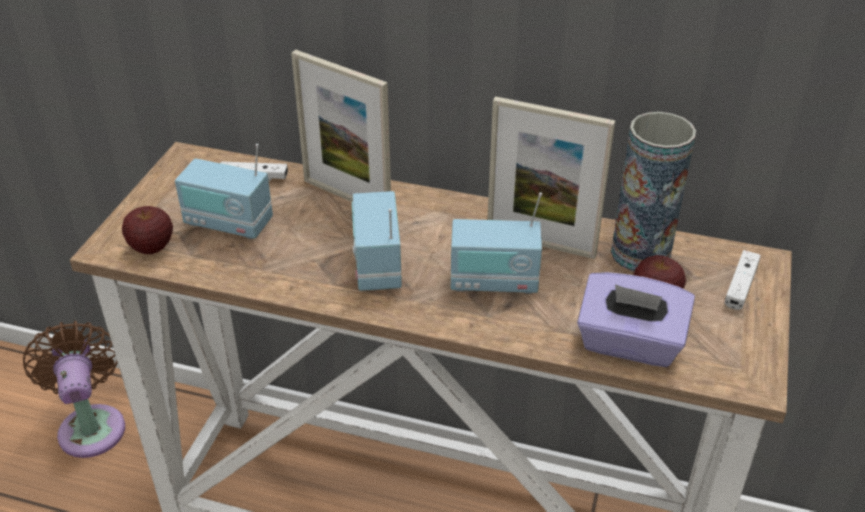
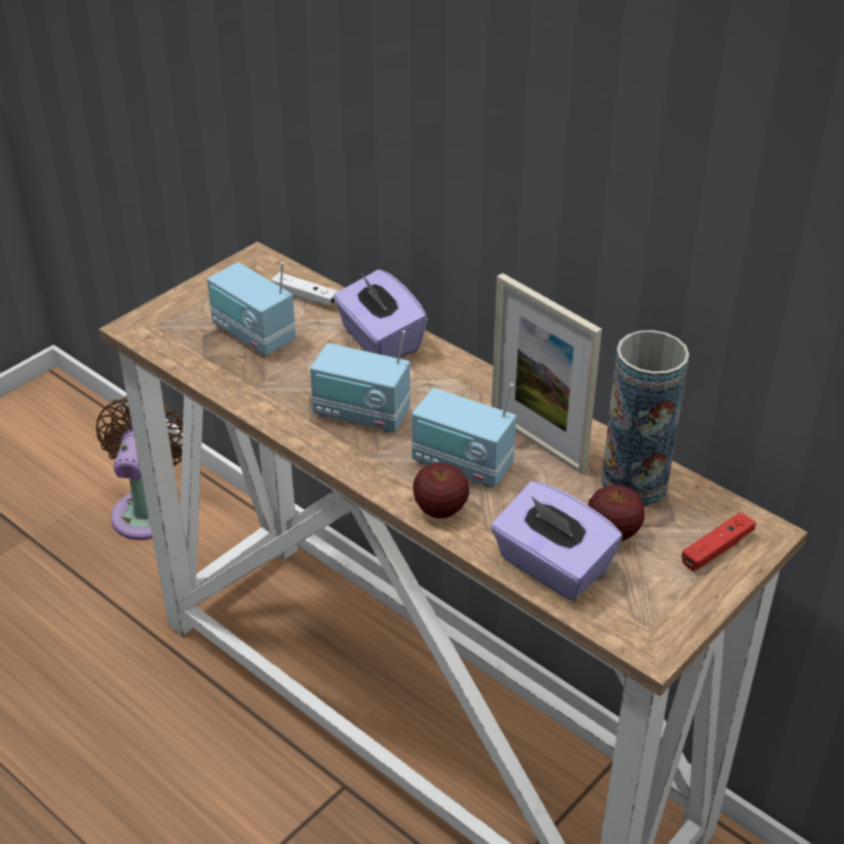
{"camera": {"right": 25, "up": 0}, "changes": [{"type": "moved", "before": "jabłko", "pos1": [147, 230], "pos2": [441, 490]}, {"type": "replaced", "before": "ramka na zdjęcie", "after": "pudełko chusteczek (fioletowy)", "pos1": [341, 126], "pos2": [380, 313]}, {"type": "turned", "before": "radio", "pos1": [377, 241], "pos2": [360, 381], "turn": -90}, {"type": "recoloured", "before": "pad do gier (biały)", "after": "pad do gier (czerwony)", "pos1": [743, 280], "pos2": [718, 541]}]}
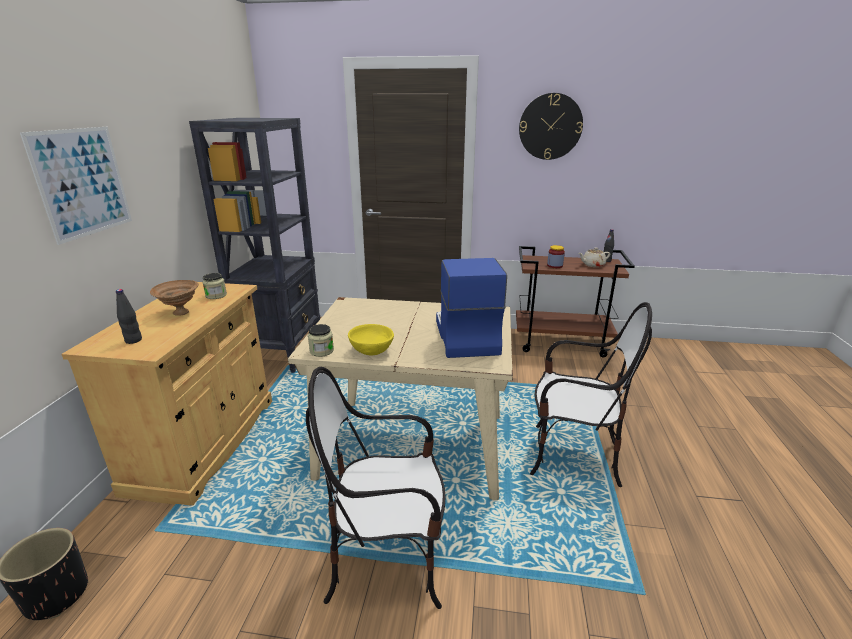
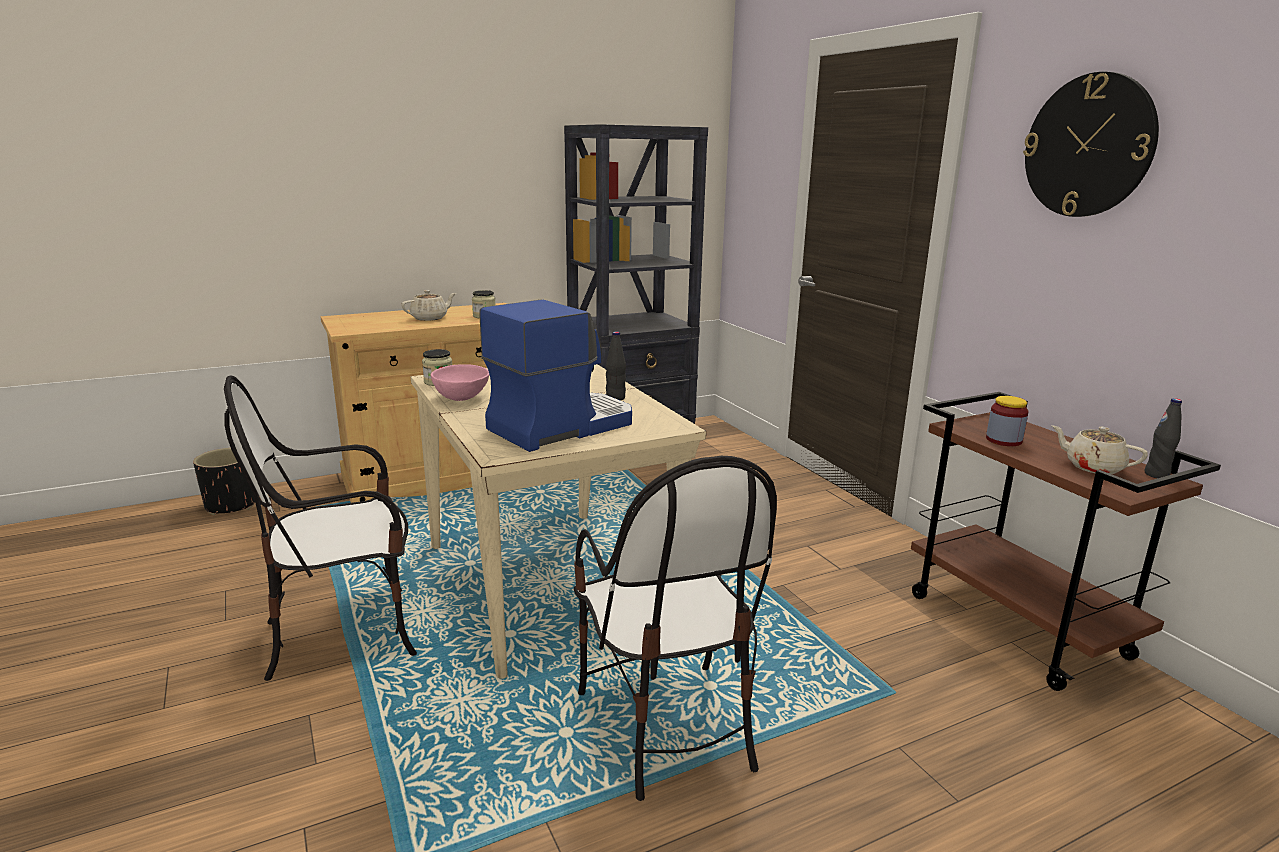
{"camera": {"right": 55, "up": -5}, "changes": [{"type": "removed", "before": "obraz", "pos1": [76, 186]}, {"type": "moved", "before": "butelka (czarny)", "pos1": [129, 316], "pos2": [616, 365]}, {"type": "replaced", "before": "miska (brązowy)", "after": "imbryk (beżowy)", "pos1": [174, 298], "pos2": [428, 305]}, {"type": "turned", "before": "krzesło", "pos1": [376, 488], "pos2": [320, 528], "turn": -75}, {"type": "recoloured", "before": "miska (żółty)", "after": "miska (różowy)", "pos1": [371, 339], "pos2": [460, 382]}]}
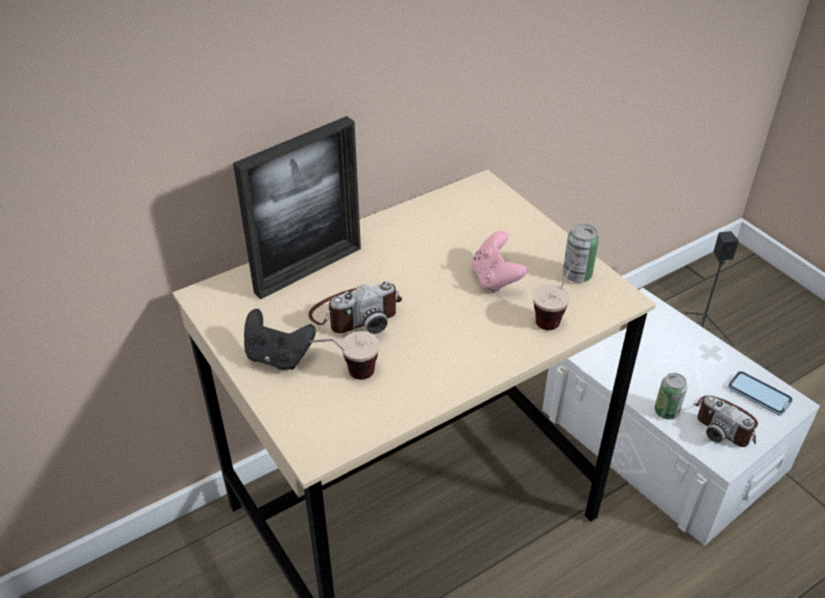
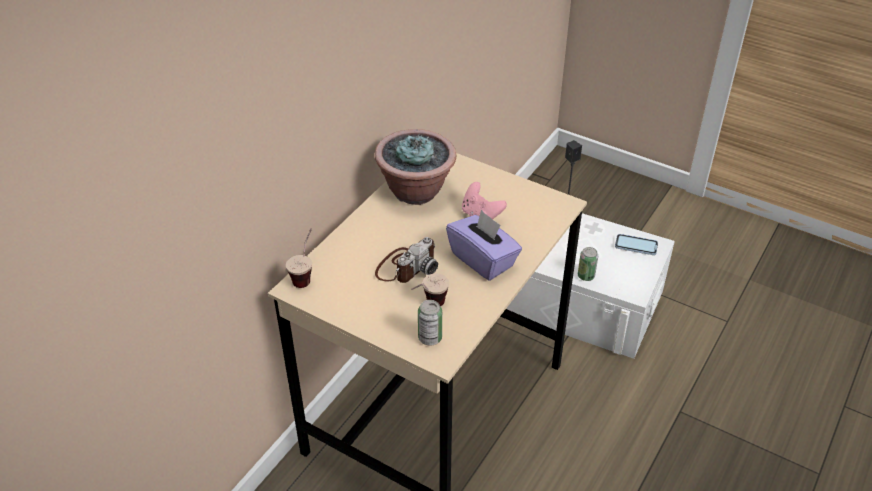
{"camera": {"right": -25, "up": 0}, "changes": [{"type": "removed", "before": "ramka na zdjęcie", "pos1": [297, 207]}, {"type": "removed", "before": "pad do gier (czarny)", "pos1": [280, 339]}, {"type": "moved", "before": "filiżanka", "pos1": [558, 292], "pos2": [299, 258]}, {"type": "moved", "before": "puszka", "pos1": [581, 253], "pos2": [430, 323]}, {"type": "removed", "before": "aparat fotograficzny", "pos1": [726, 421]}, {"type": "added", "after": "roślina doniczkowa", "pos2": [416, 167]}, {"type": "added", "after": "pudełko chusteczek (fioletowy)", "pos2": [484, 245]}]}
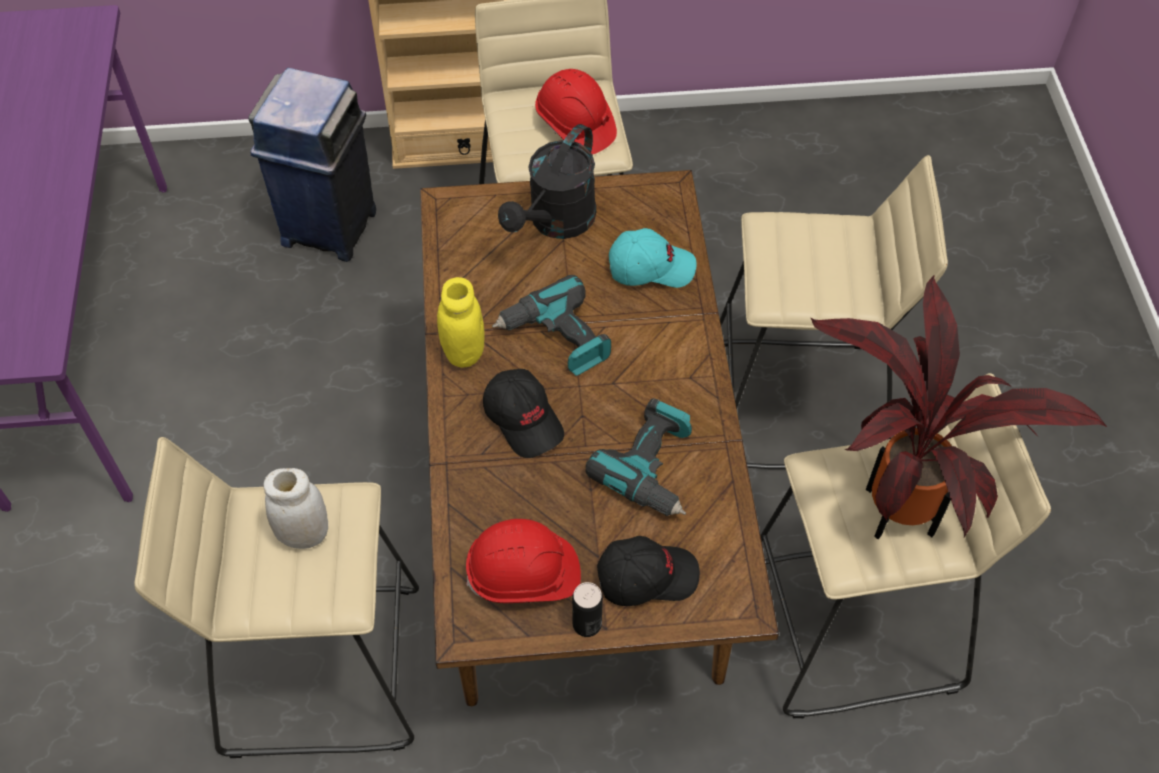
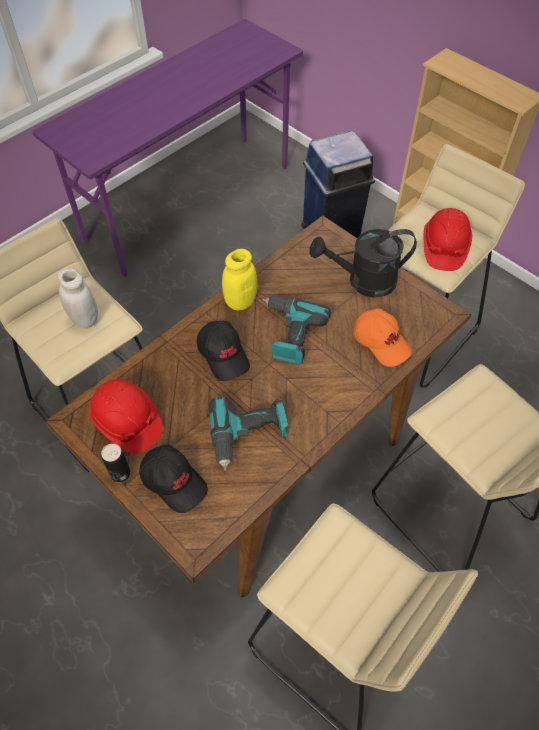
{"camera": {"right": 50, "up": 0}, "changes": [{"type": "turned", "before": "czapka z daszkiem (czarny)", "pos1": [523, 413], "pos2": [223, 351], "turn": -45}, {"type": "recoloured", "before": "czapka z daszkiem (turkusowy)", "after": "czapka z daszkiem (pomarańczowy)", "pos1": [653, 258], "pos2": [382, 337]}, {"type": "removed", "before": "roślina doniczkowa", "pos1": [959, 406]}]}
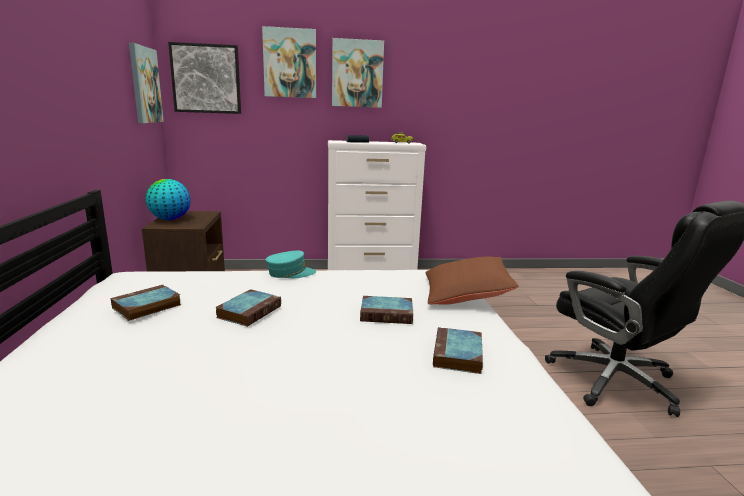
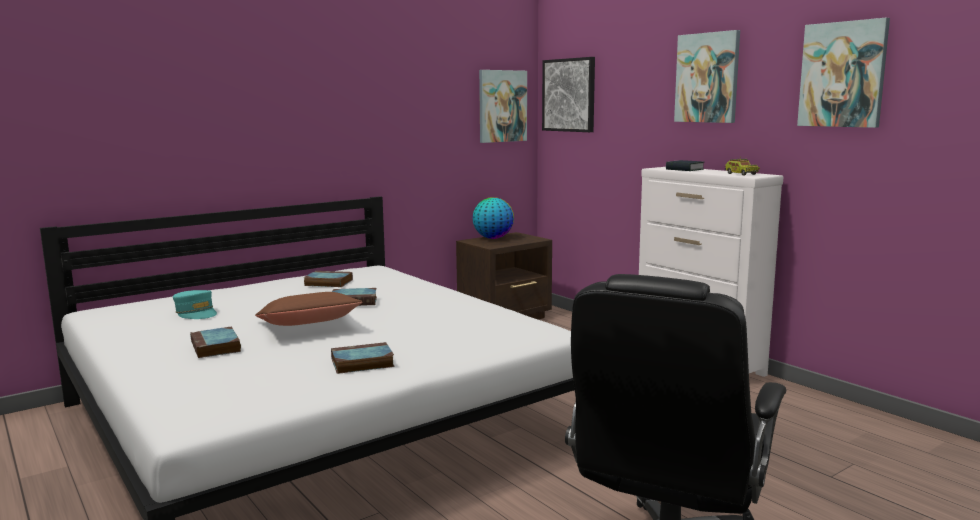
{"camera": {"right": 60, "up": -5}, "changes": [{"type": "moved", "before": "obraz", "pos1": [289, 62], "pos2": [843, 73]}, {"type": "moved", "before": "czapka z daszkiem (turkusowy)", "pos1": [291, 264], "pos2": [195, 304]}, {"type": "moved", "before": "książka", "pos1": [386, 310], "pos2": [215, 342]}, {"type": "moved", "before": "poduszka (brązowy)", "pos1": [472, 281], "pos2": [309, 309]}]}
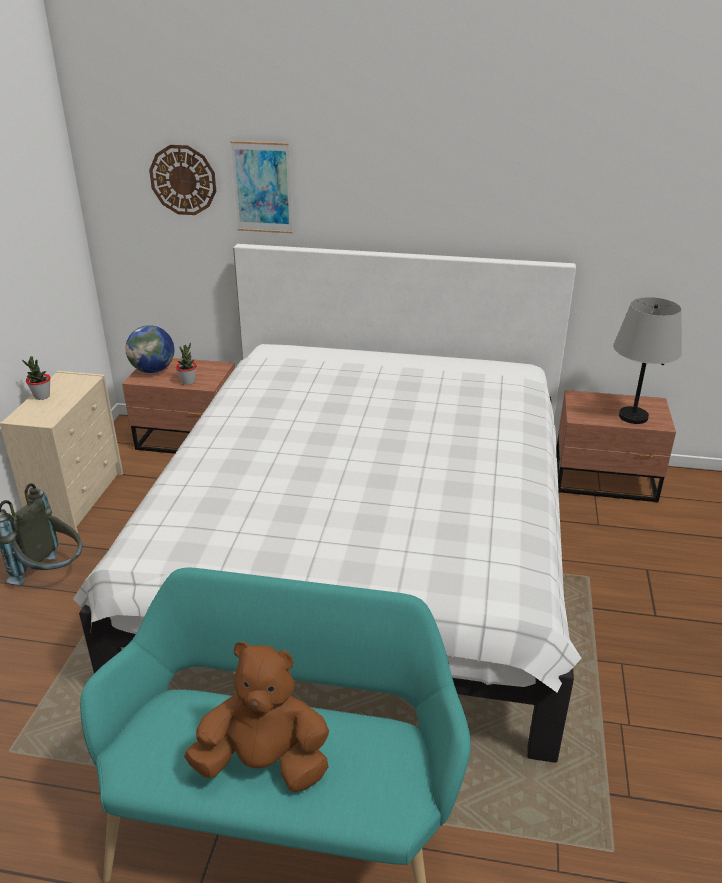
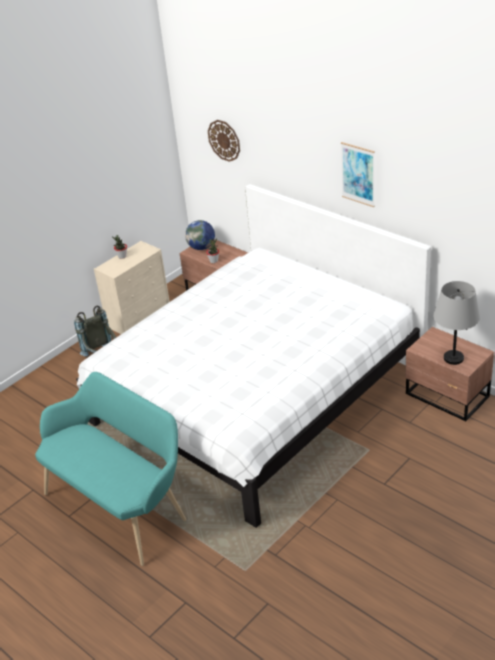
{"camera": {"right": 35, "up": 5}, "changes": [{"type": "removed", "before": "pluszak (brązowy)", "pos1": [256, 717]}, {"type": "moved", "before": "obraz", "pos1": [262, 187], "pos2": [358, 174]}]}
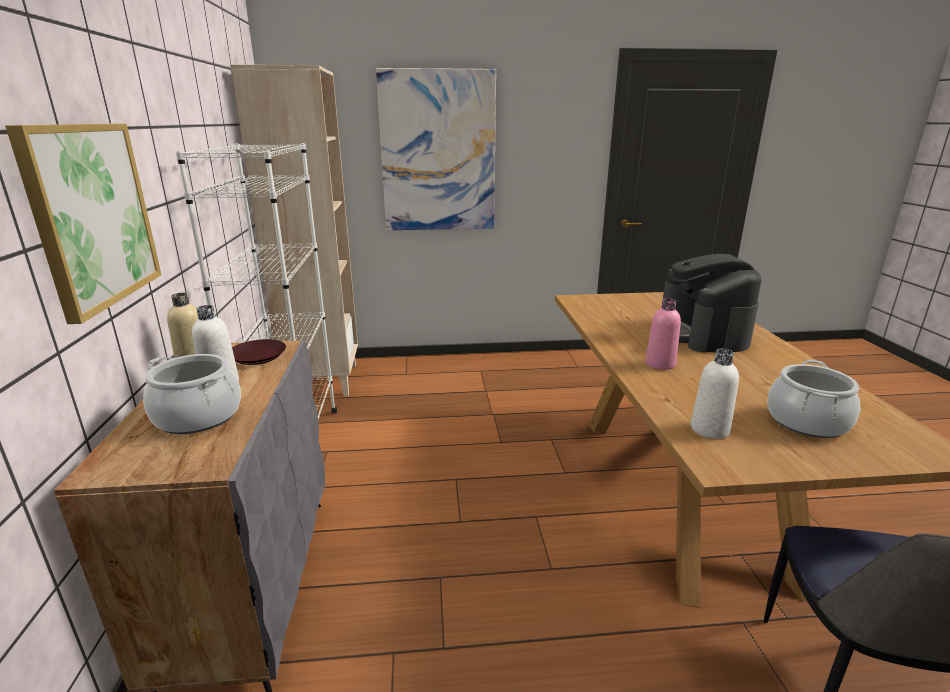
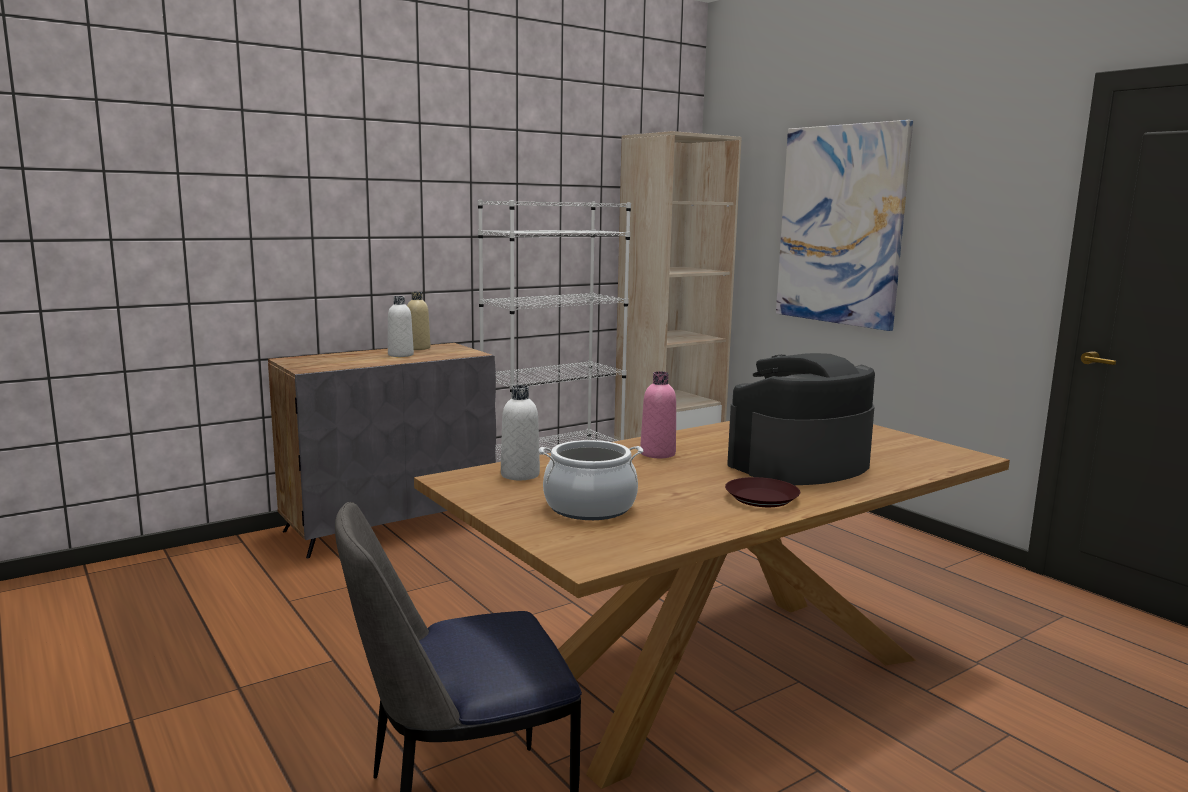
{"camera": {"right": 60, "up": -10}, "changes": [{"type": "removed", "before": "obraz", "pos1": [83, 224]}, {"type": "removed", "before": "garnek", "pos1": [192, 394]}, {"type": "moved", "before": "talerz (brązowy)", "pos1": [259, 352], "pos2": [762, 492]}]}
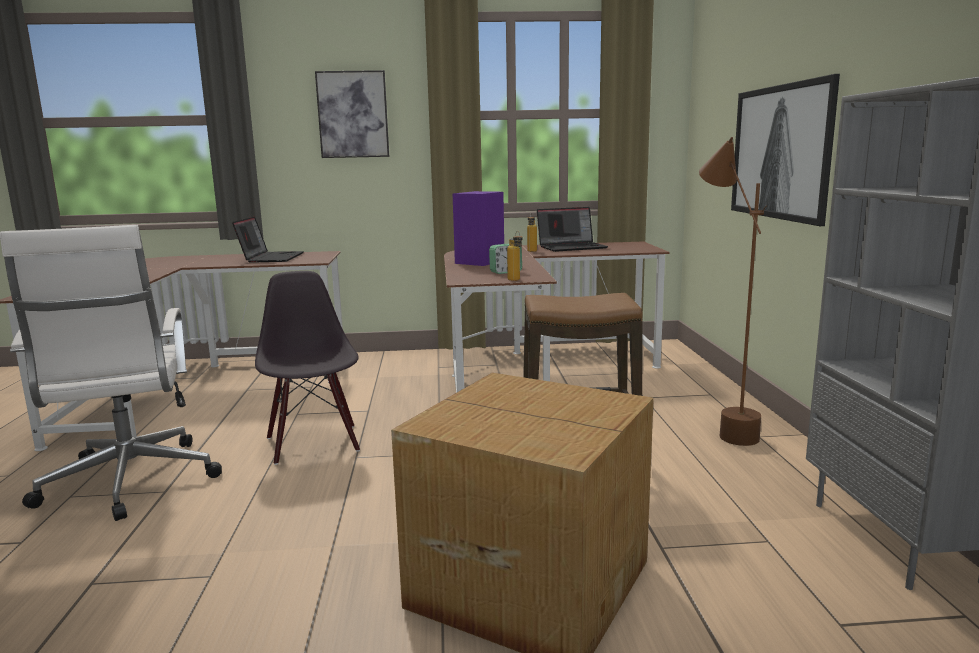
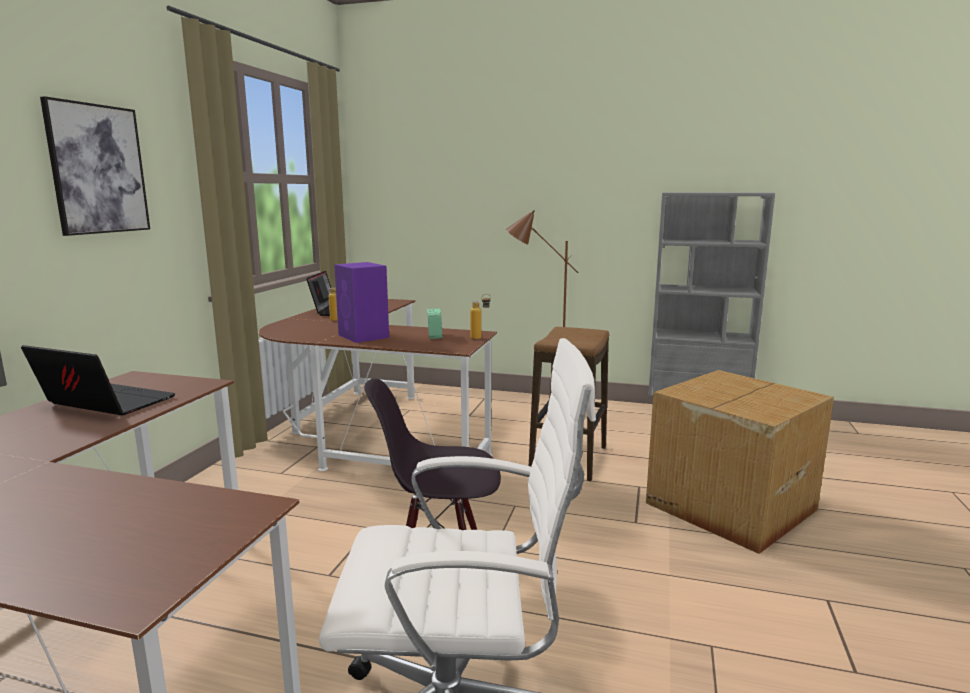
{"camera": {"right": -70, "up": 0}, "changes": [{"type": "removed", "before": "obraz", "pos1": [785, 150]}]}
